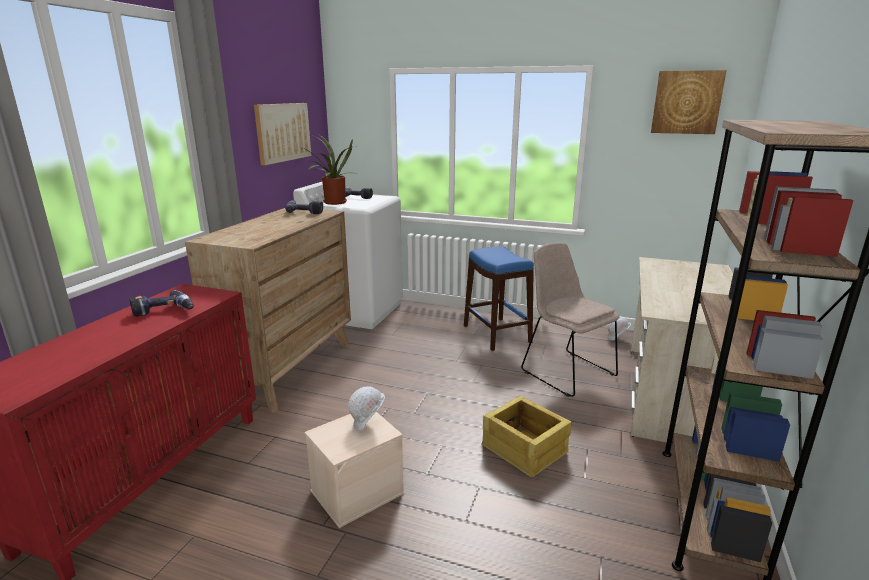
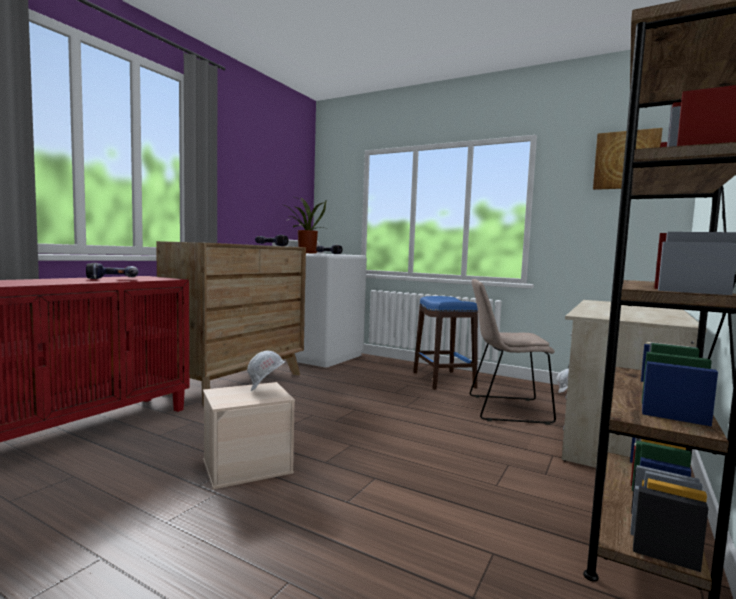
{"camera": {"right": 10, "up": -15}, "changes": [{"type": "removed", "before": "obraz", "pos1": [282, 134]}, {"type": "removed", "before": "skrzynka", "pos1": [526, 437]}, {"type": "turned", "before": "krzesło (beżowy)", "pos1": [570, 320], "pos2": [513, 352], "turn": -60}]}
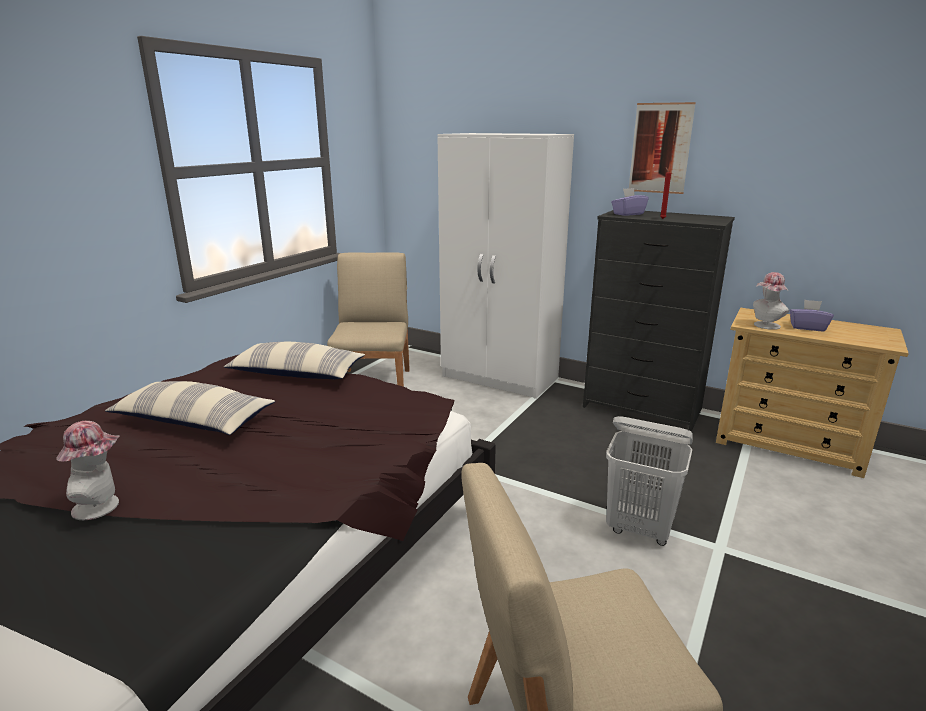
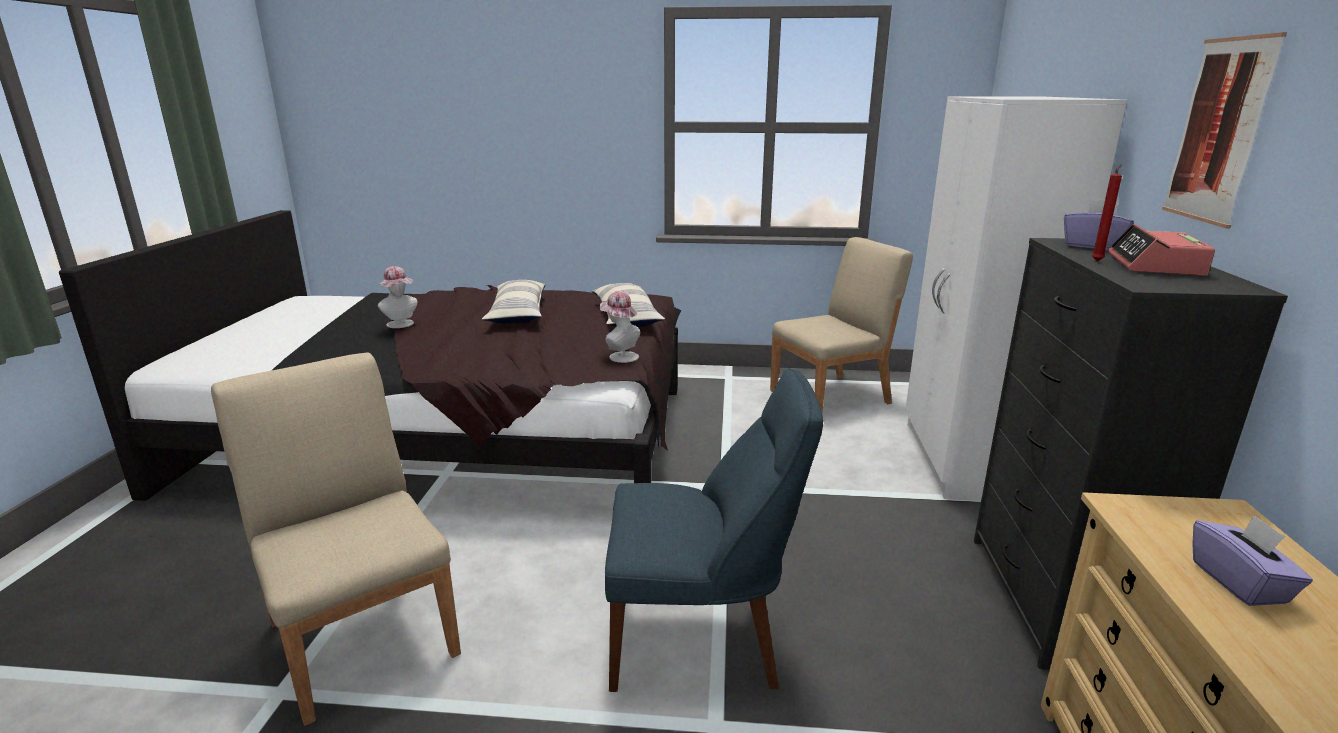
{"camera": {"right": 65, "up": 0}, "changes": [{"type": "replaced", "before": "kosz na pranie (biały)", "after": "krzesło (niebieski)", "pos1": [649, 481], "pos2": [714, 530]}, {"type": "moved", "before": "kapelusz", "pos1": [771, 301], "pos2": [620, 327]}, {"type": "added", "after": "budzik", "pos2": [1161, 250]}]}
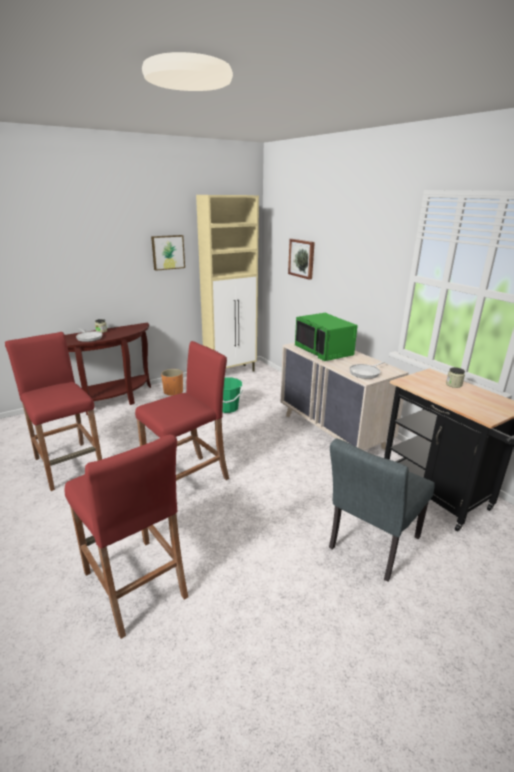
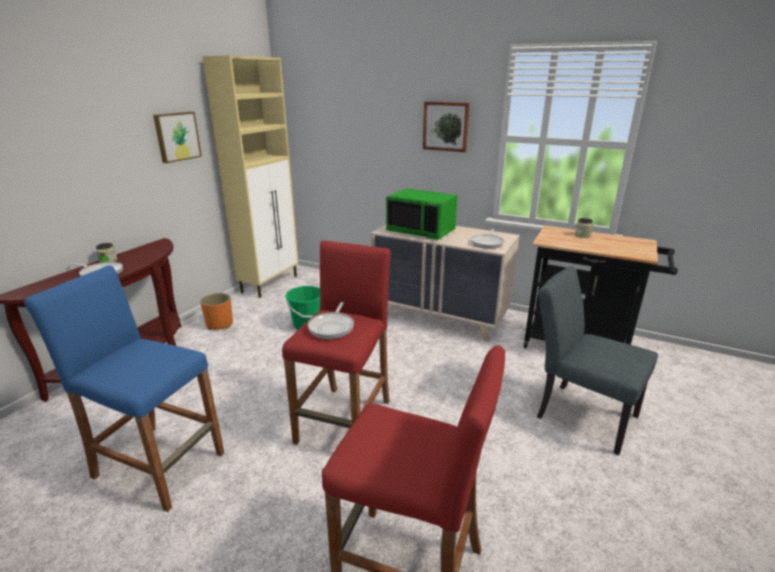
{"camera": {"right": -30, "up": 0}, "changes": [{"type": "recoloured", "before": "stołek (czerwony)", "after": "stołek (niebieski)", "pos1": [53, 411], "pos2": [124, 388]}, {"type": "moved", "before": "obraz", "pos1": [301, 259], "pos2": [446, 126]}, {"type": "turned", "before": "krzesło (szary)", "pos1": [382, 510], "pos2": [597, 361], "turn": 120}, {"type": "added", "after": "patelnia", "pos2": [331, 320]}]}
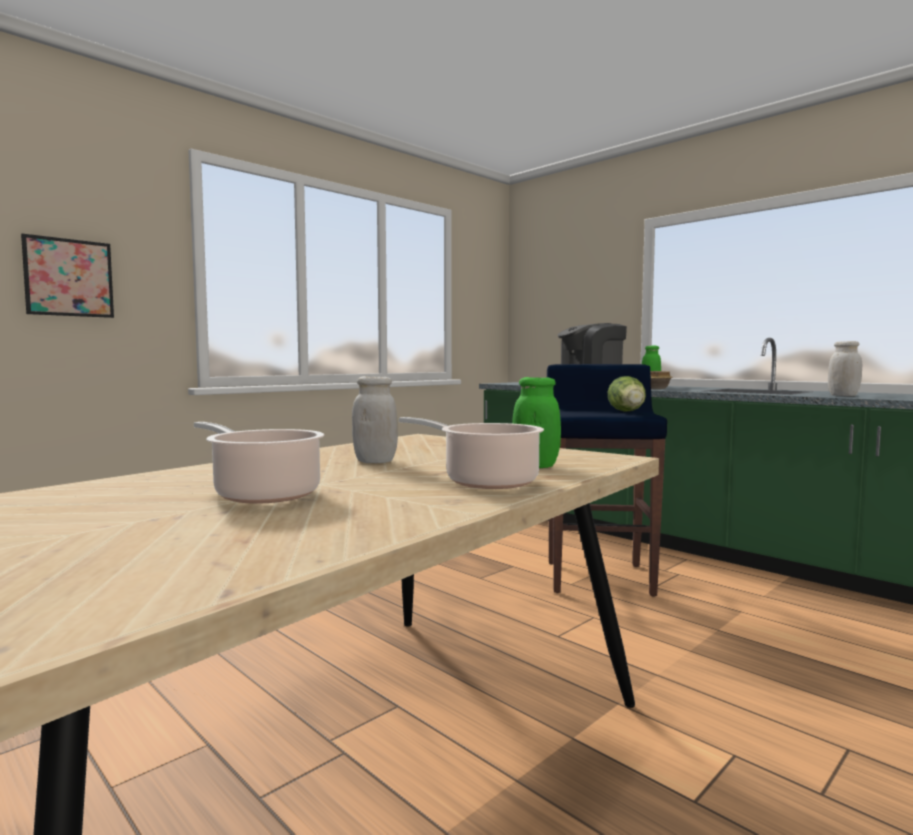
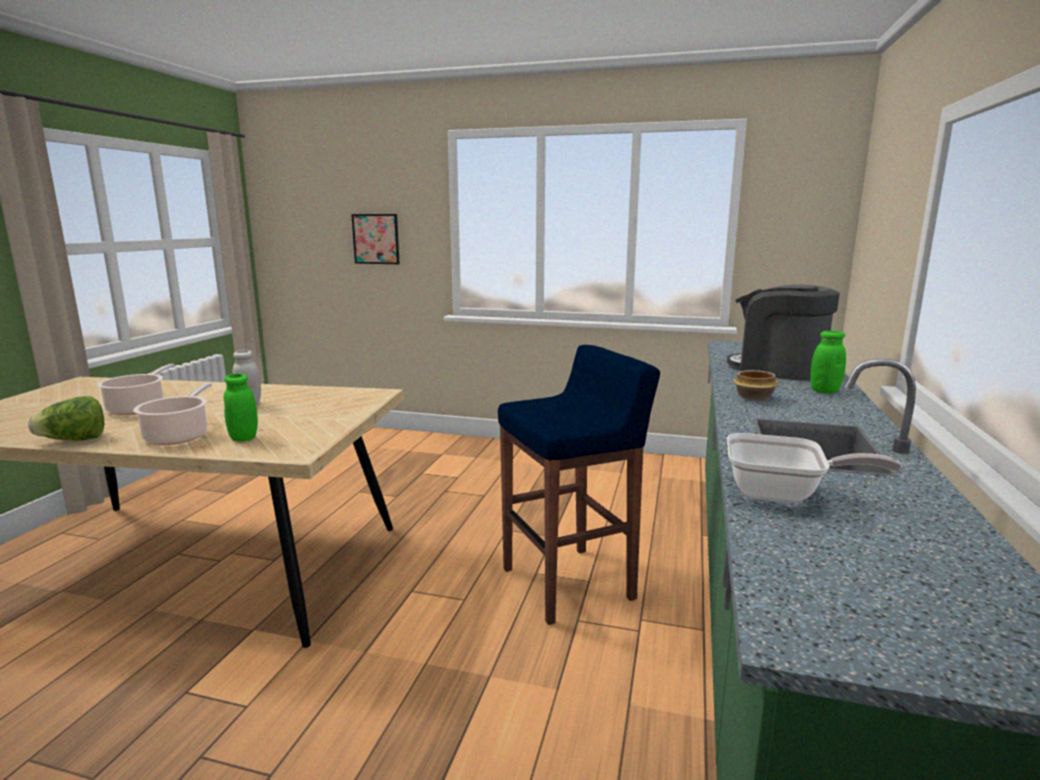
{"camera": {"right": 60, "up": 10}, "changes": [{"type": "moved", "before": "sałata", "pos1": [627, 394], "pos2": [66, 418]}, {"type": "replaced", "before": "słoik (biały)", "after": "patelnia", "pos1": [845, 368], "pos2": [814, 468]}]}
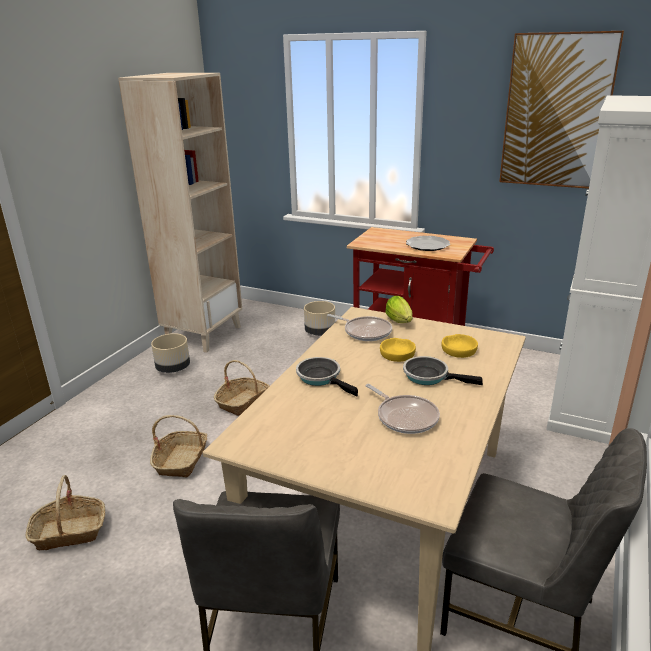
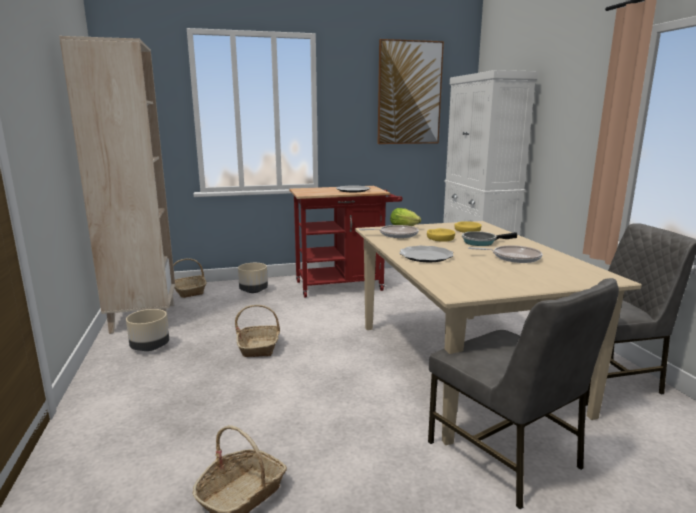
{"camera": {"right": -40, "up": -10}, "changes": [{"type": "moved", "before": "koszyk", "pos1": [178, 446], "pos2": [189, 278]}, {"type": "replaced", "before": "patelnia", "after": "talerz", "pos1": [327, 377], "pos2": [426, 254]}]}
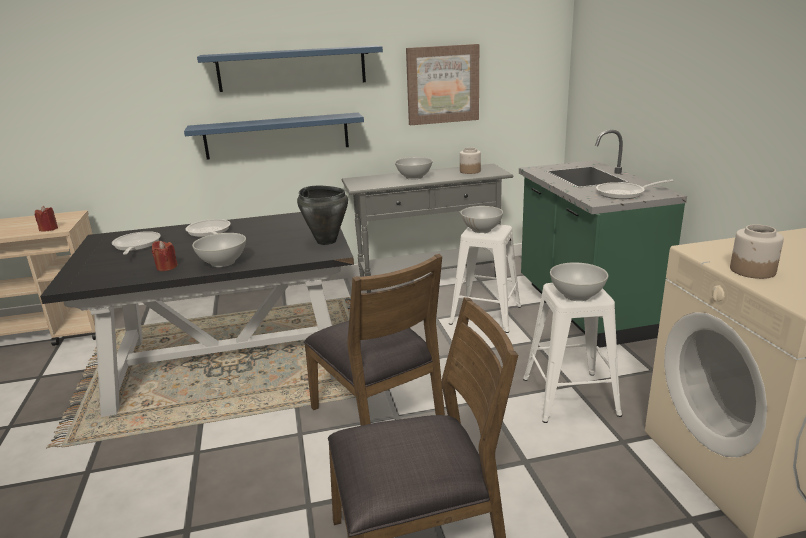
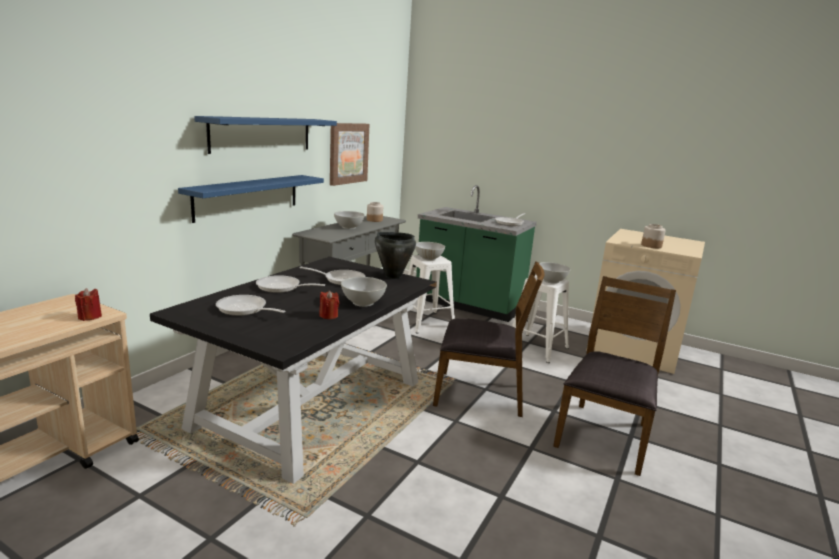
{"camera": {"right": -50, "up": -5}, "changes": [{"type": "added", "after": "patelnia", "pos2": [332, 276]}]}
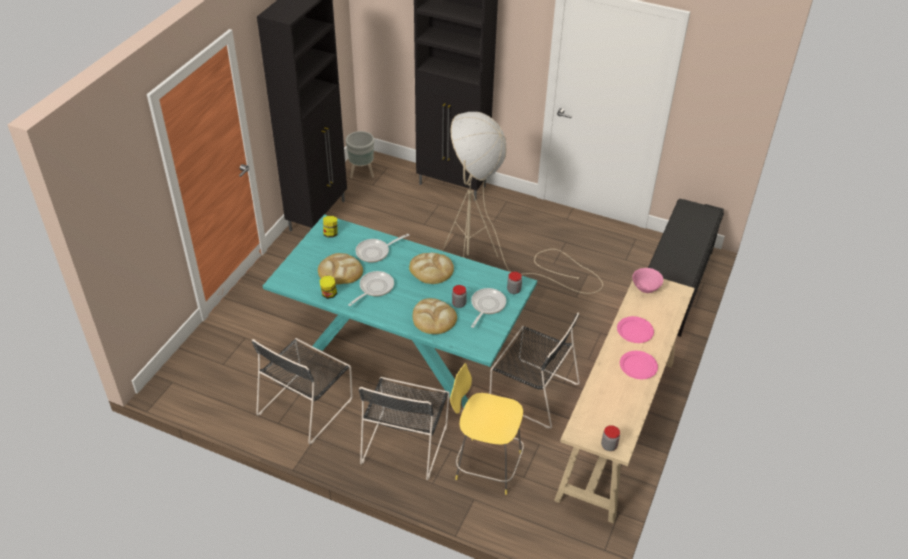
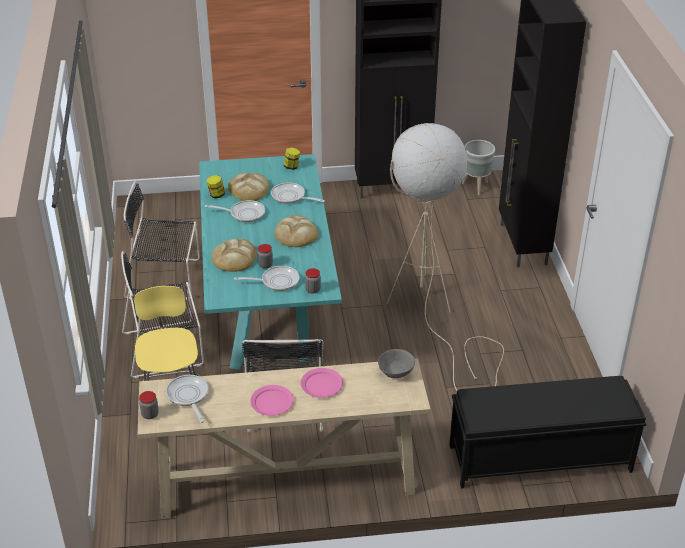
{"camera": {"right": 60, "up": -5}, "changes": [{"type": "recoloured", "before": "miska (różowy)", "after": "miska (szary)", "pos1": [647, 280], "pos2": [396, 363]}, {"type": "added", "after": "patelnia", "pos2": [187, 399]}]}
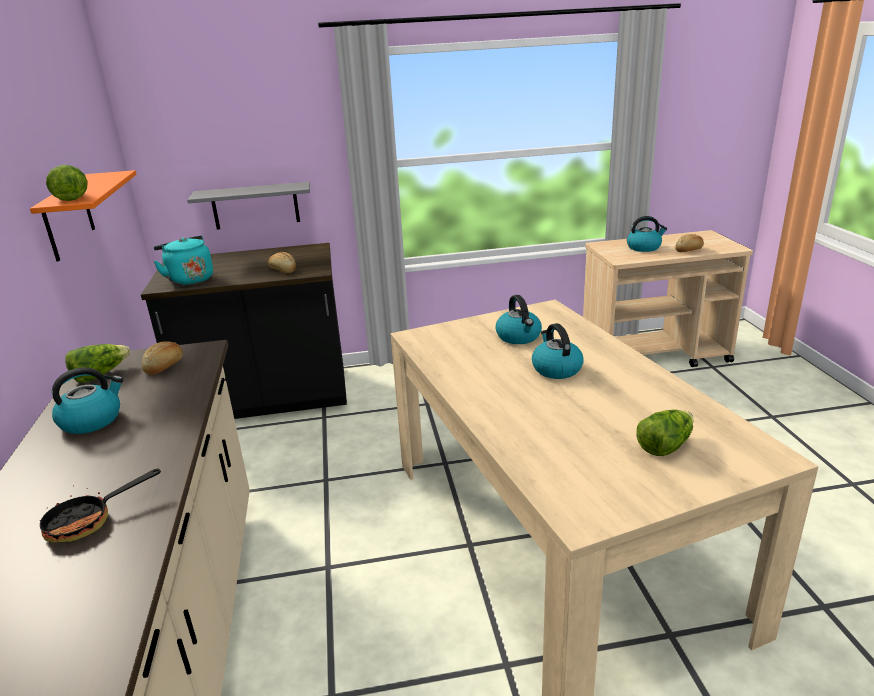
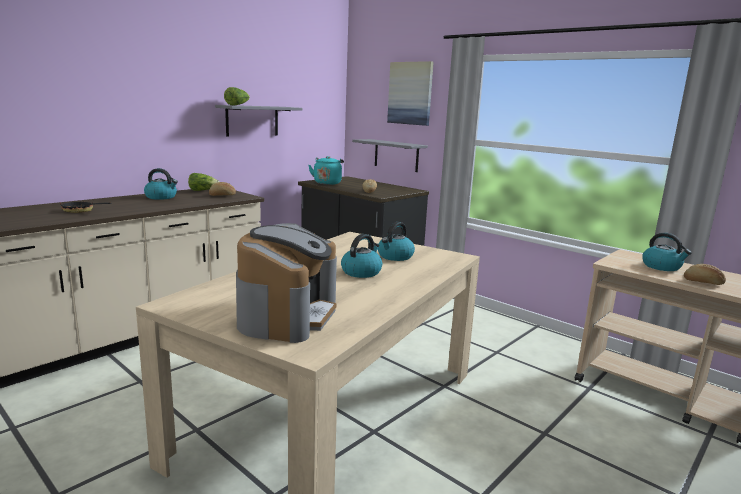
{"camera": {"right": 50, "up": -10}, "changes": [{"type": "recoloured", "before": "półka (pomarańczowy)", "after": "półka (szary)", "pos1": [83, 216], "pos2": [258, 120]}, {"type": "replaced", "before": "sałata", "after": "ekspres do kawy", "pos1": [665, 433], "pos2": [286, 283]}, {"type": "added", "after": "obraz", "pos2": [410, 93]}]}
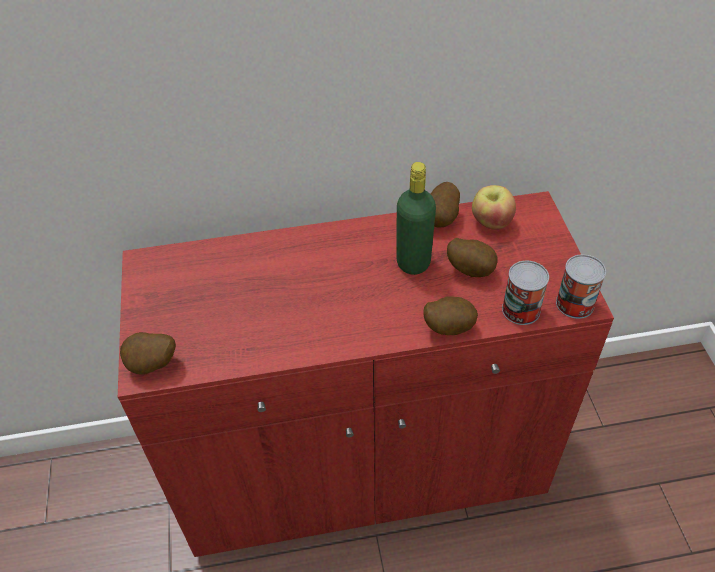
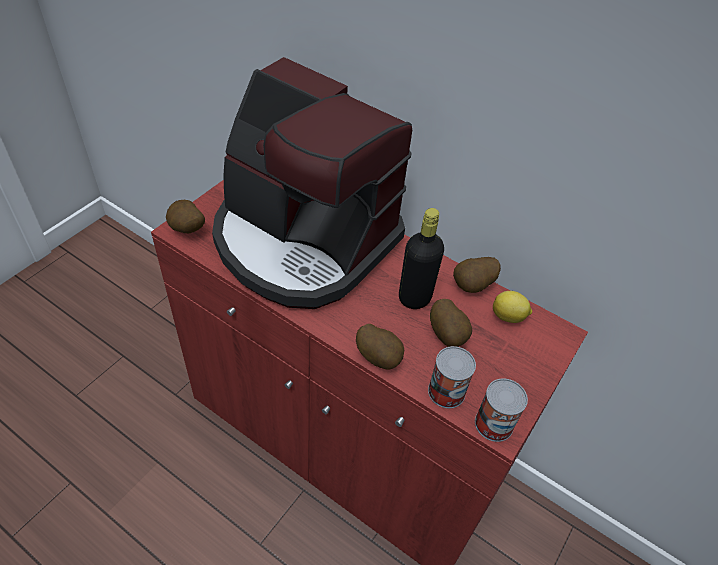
{"camera": {"right": 40, "up": 0}, "changes": [{"type": "recoloured", "before": "butelka (zielony)", "after": "butelka (czarny)", "pos1": [416, 218], "pos2": [421, 258]}, {"type": "replaced", "before": "jabłko", "after": "cytryna", "pos1": [494, 207], "pos2": [512, 307]}, {"type": "added", "after": "ekspres do kawy", "pos2": [312, 183]}]}
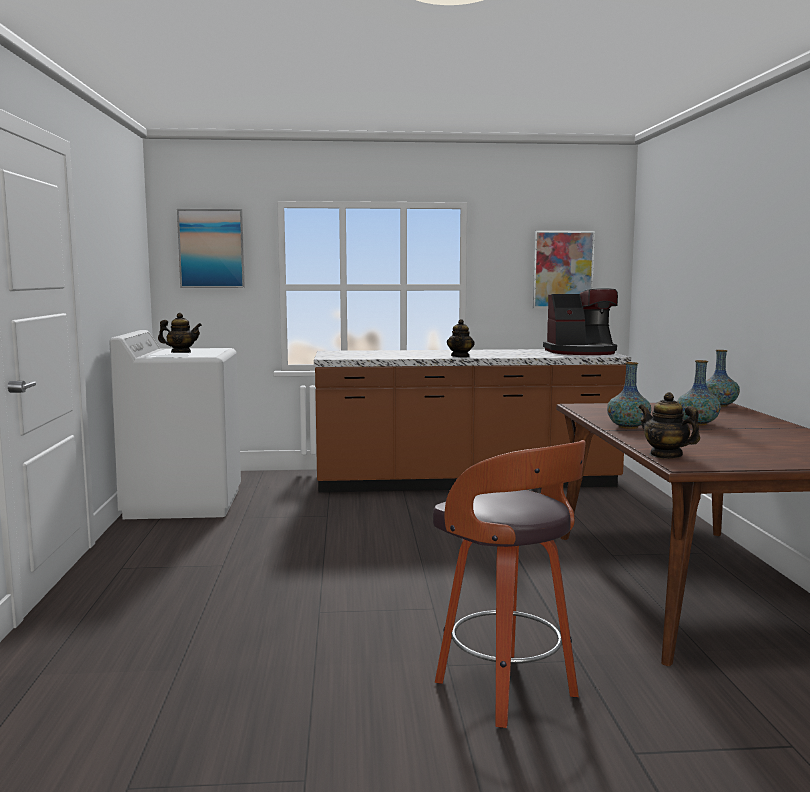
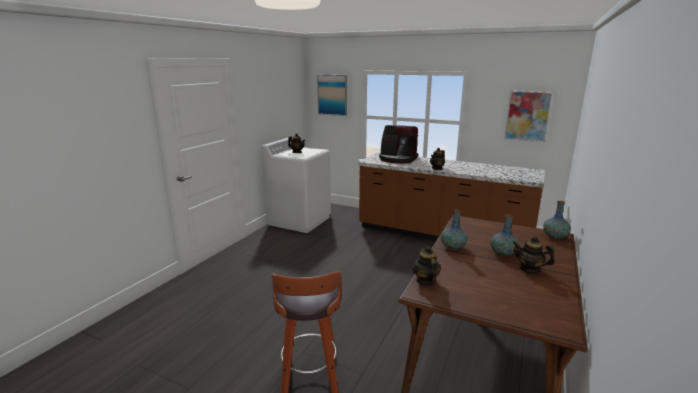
{"camera": {"right": 30, "up": 10}, "changes": [{"type": "moved", "before": "ekspres do kawy", "pos1": [580, 321], "pos2": [398, 144]}, {"type": "added", "after": "imbryk", "pos2": [533, 255]}]}
